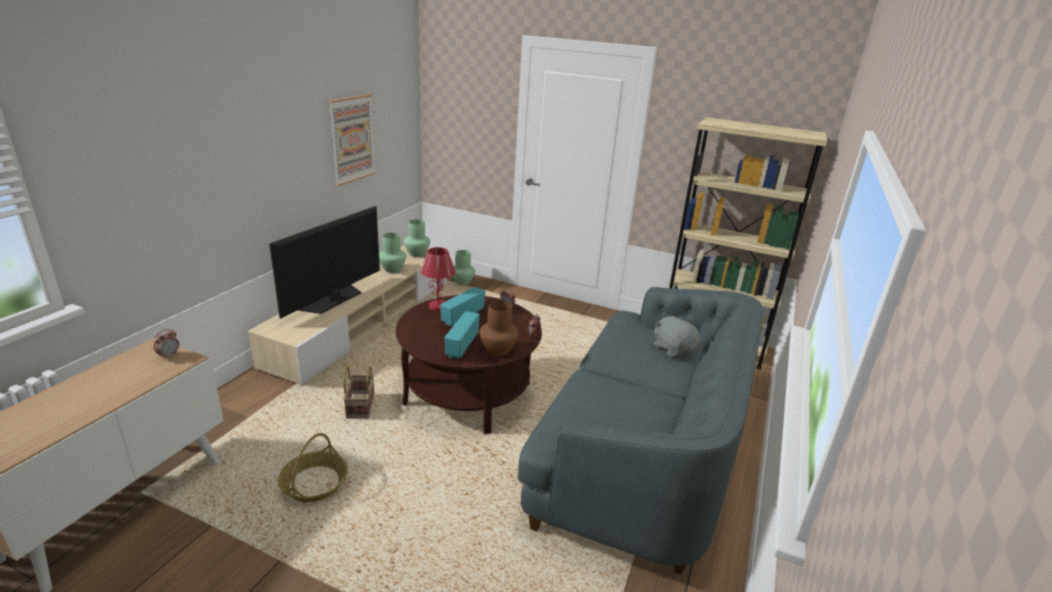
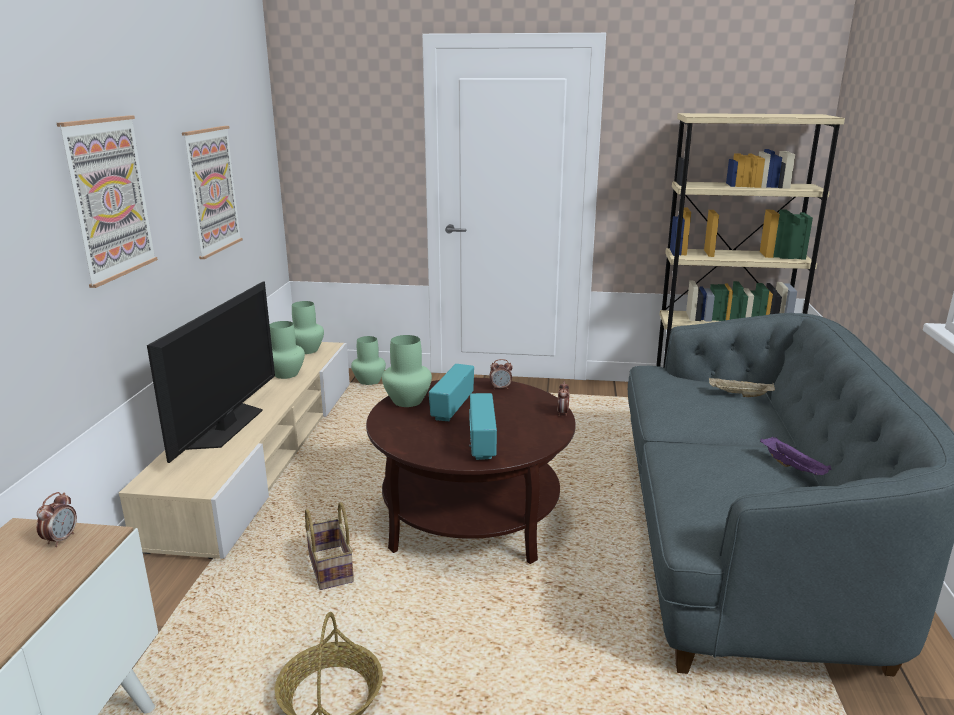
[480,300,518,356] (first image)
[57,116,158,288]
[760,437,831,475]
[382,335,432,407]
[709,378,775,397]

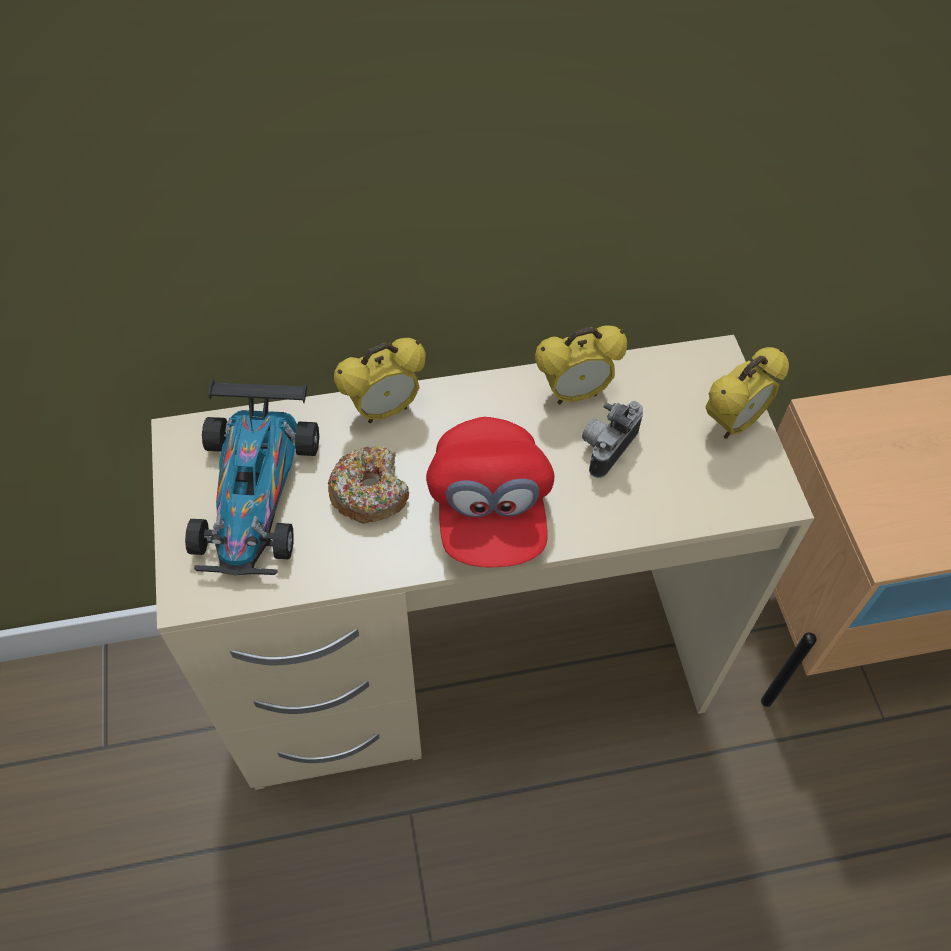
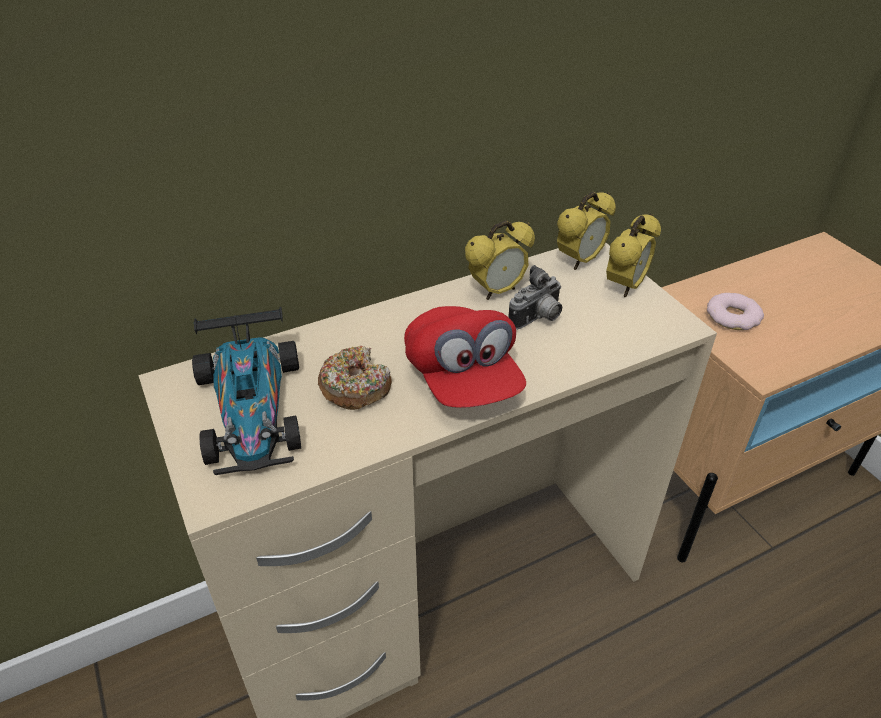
[707,293,764,330]
[557,191,616,270]
[509,265,562,330]

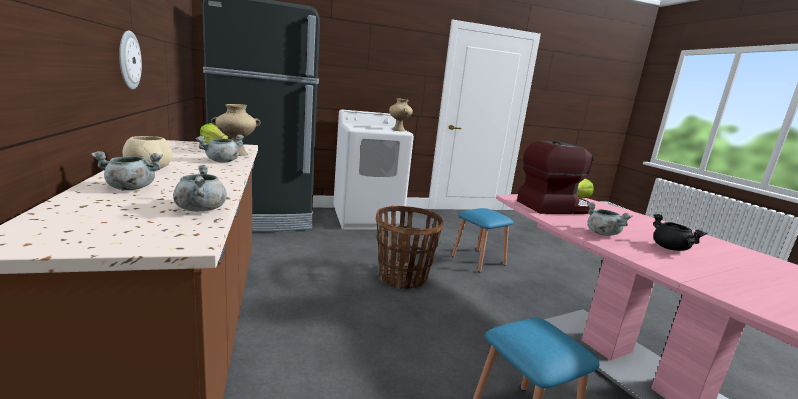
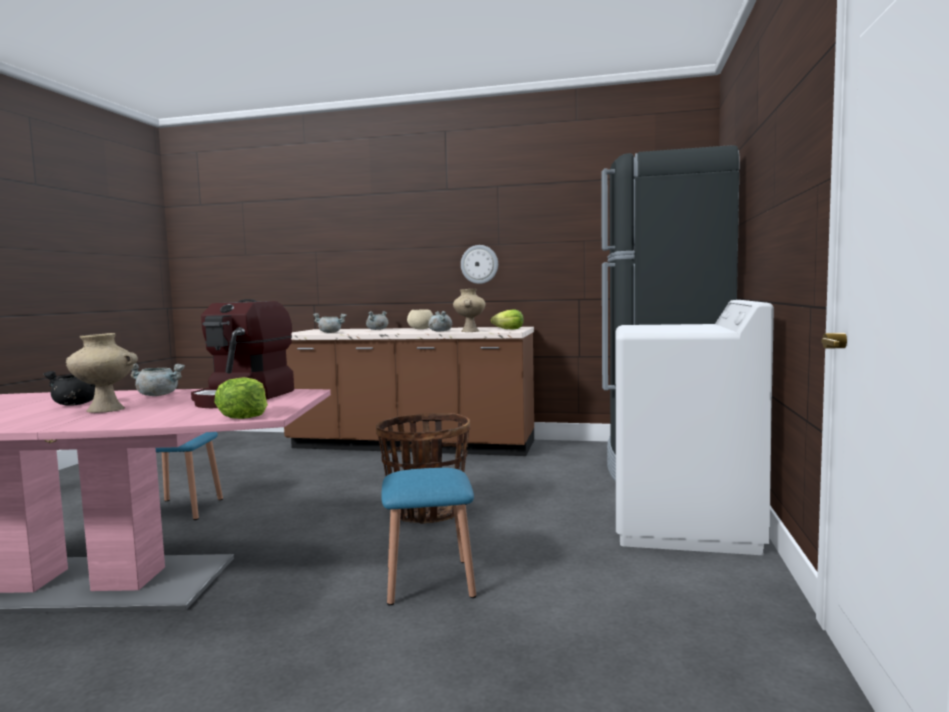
[66,333,138,413]

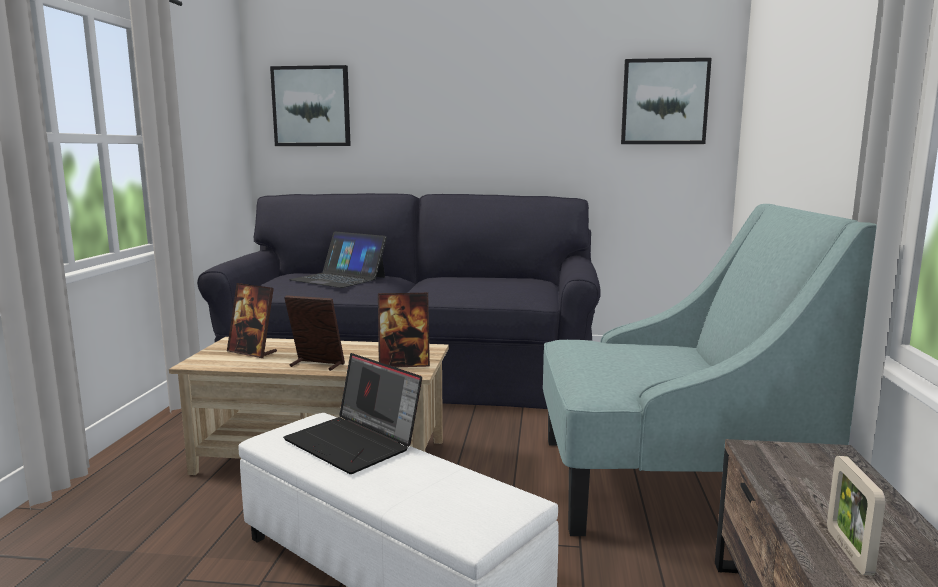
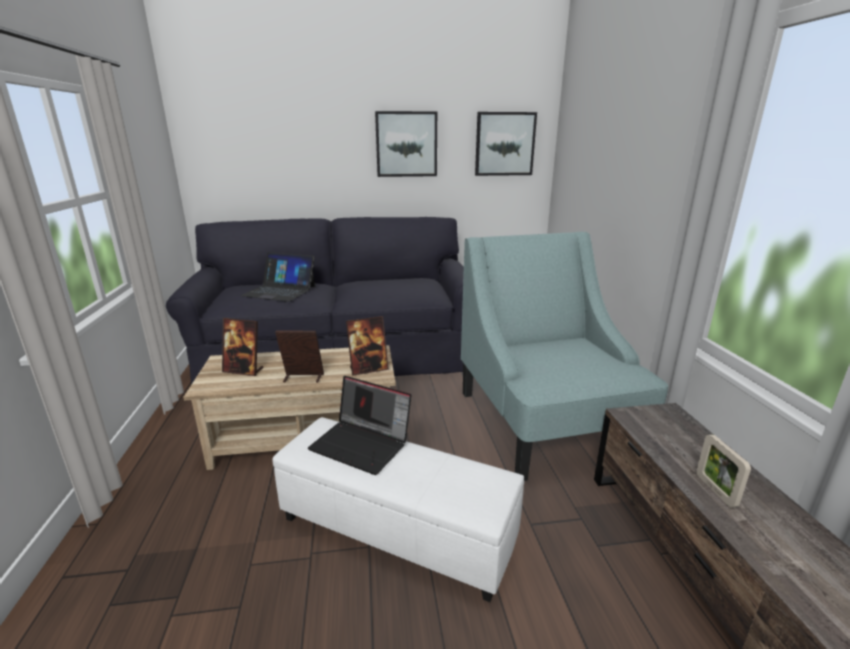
[375,111,437,177]
[461,232,669,481]

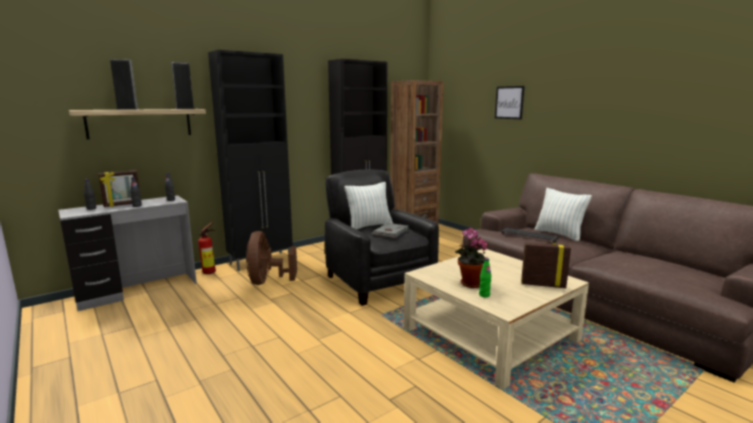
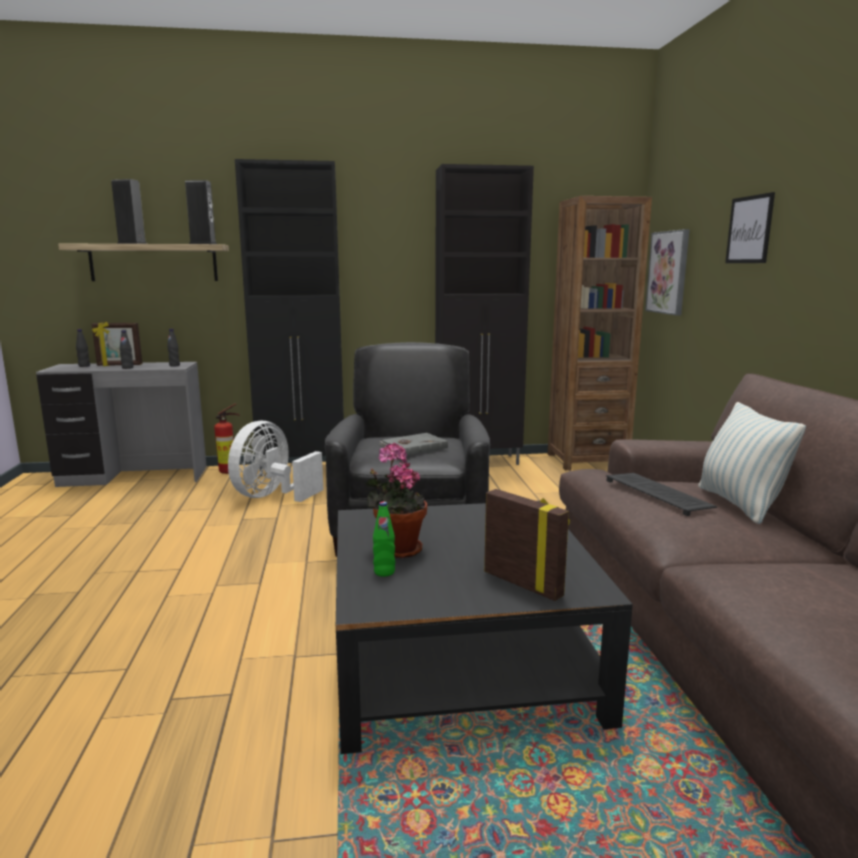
[345,182,393,229] (first image)
[645,229,690,315]
[228,421,323,502]
[336,501,633,754]

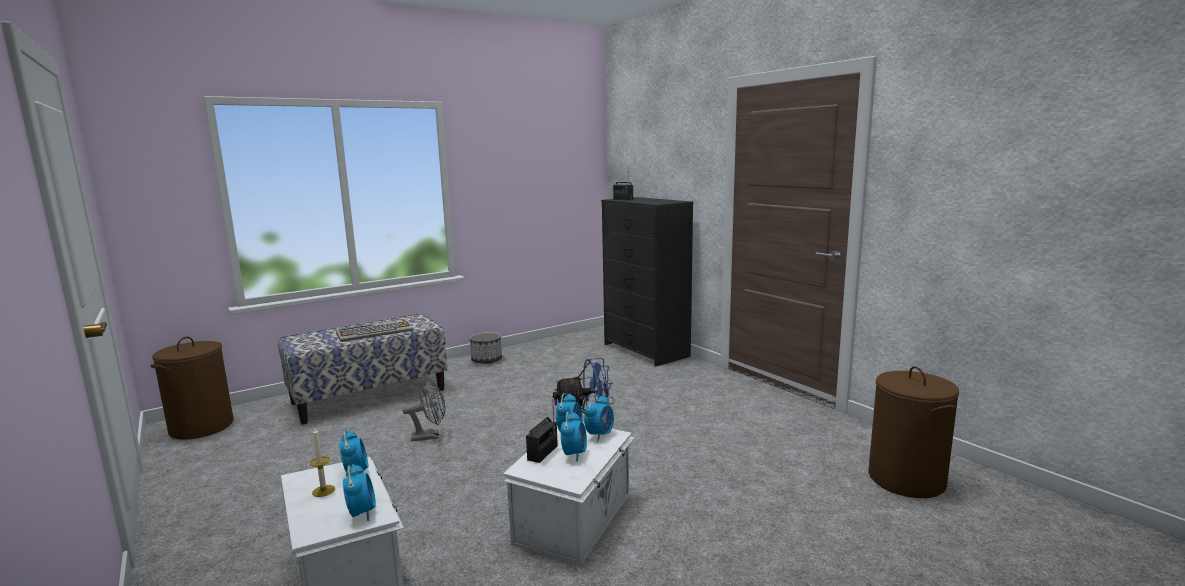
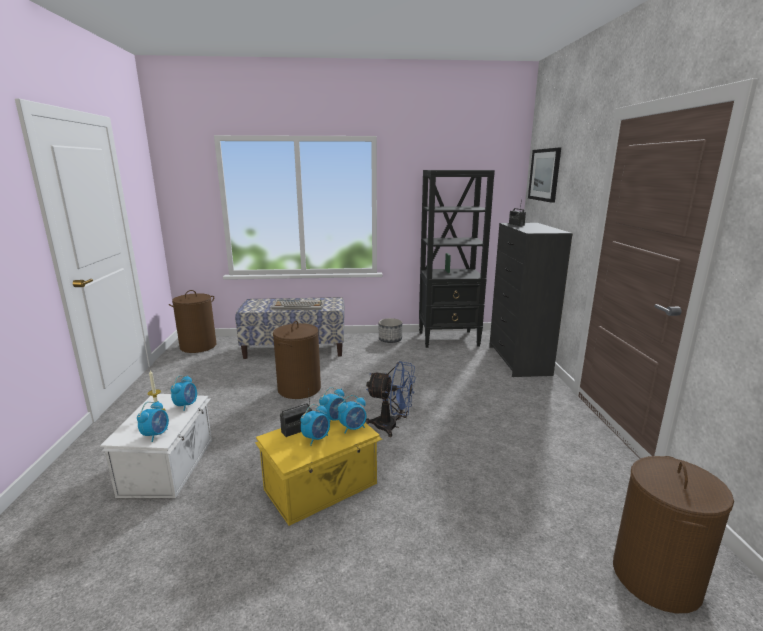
[419,170,495,348]
[528,148,561,203]
[273,321,321,399]
[255,419,382,526]

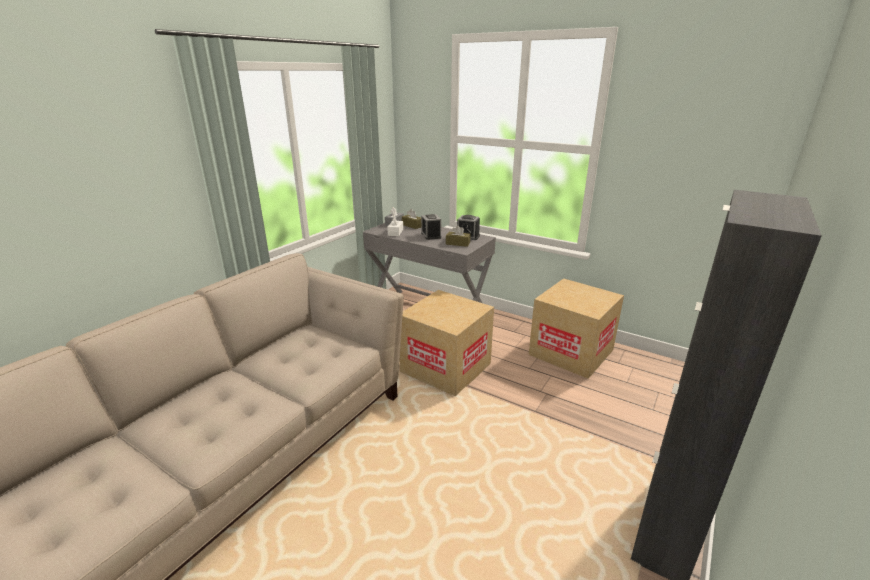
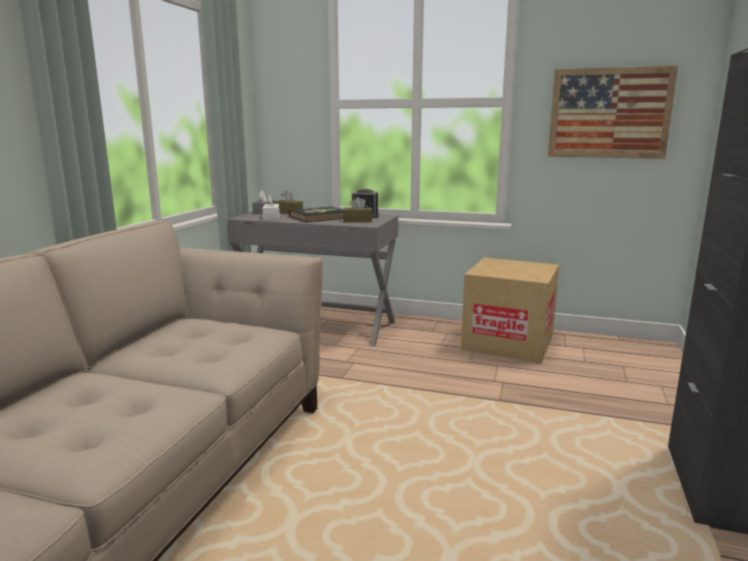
[400,290,494,396] (first image)
[548,65,678,159]
[289,207,343,222]

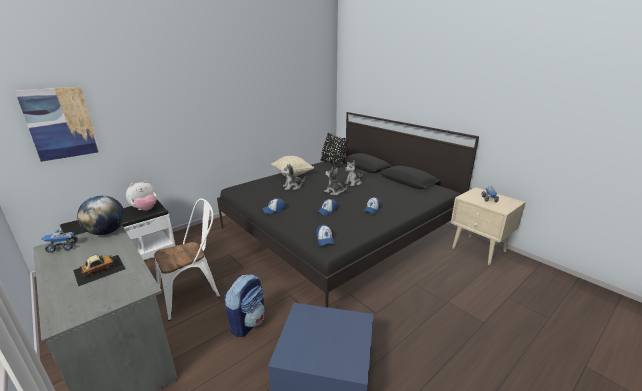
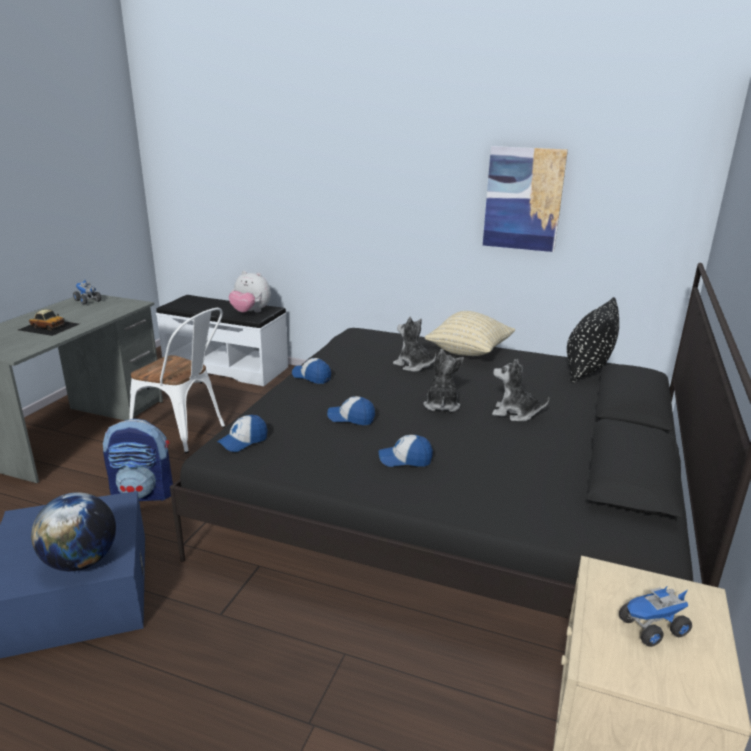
[483,146,568,252]
[31,492,116,571]

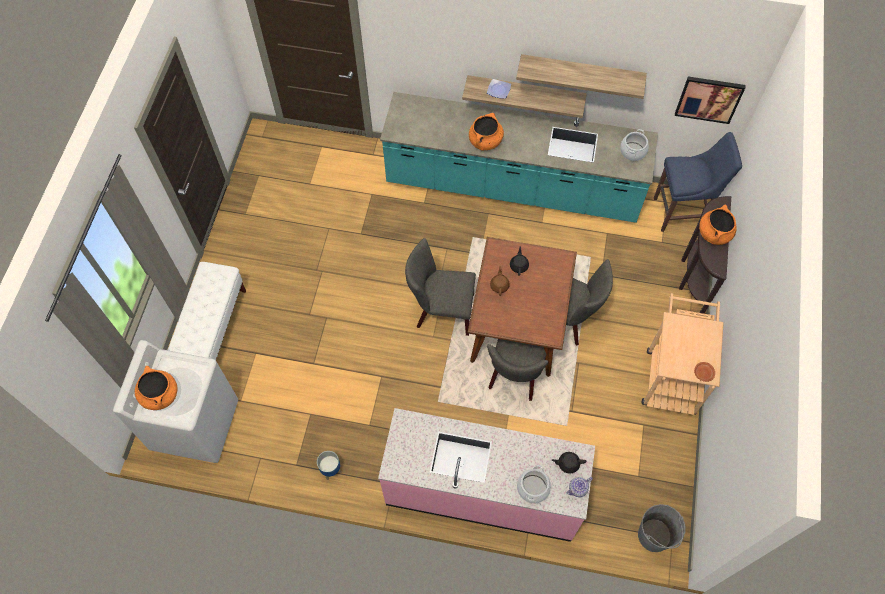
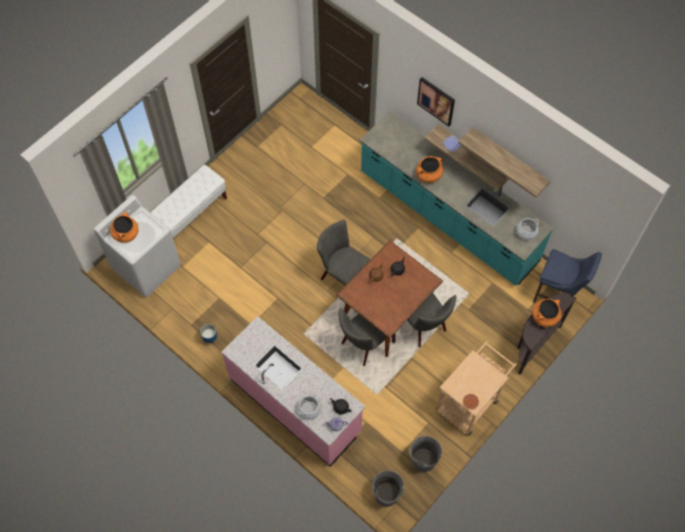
[409,436,442,472]
[417,77,455,126]

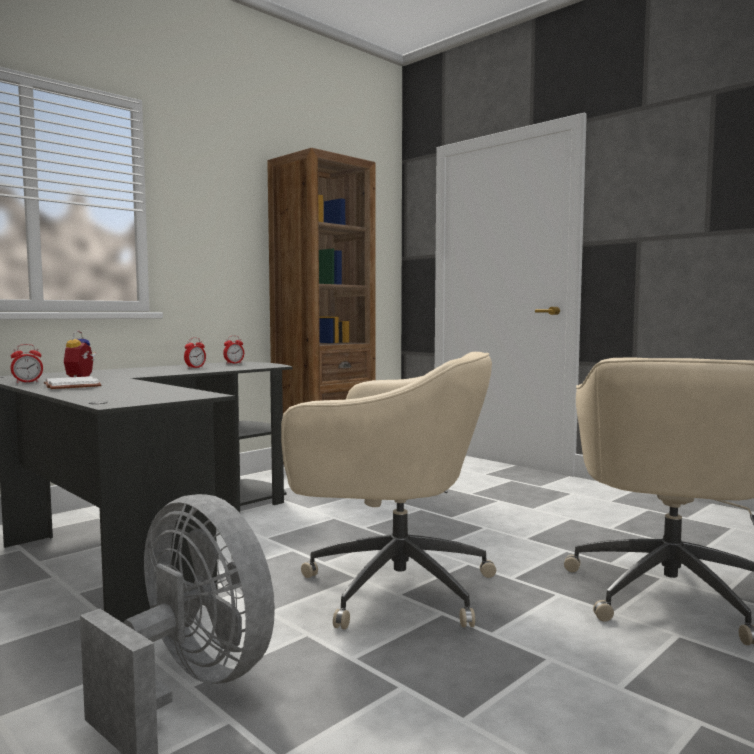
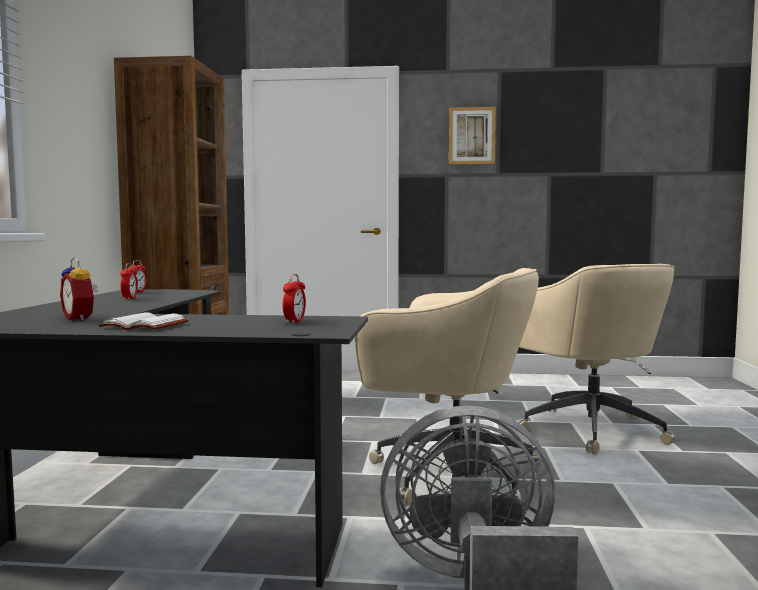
[449,107,496,165]
[283,274,306,324]
[355,268,542,505]

